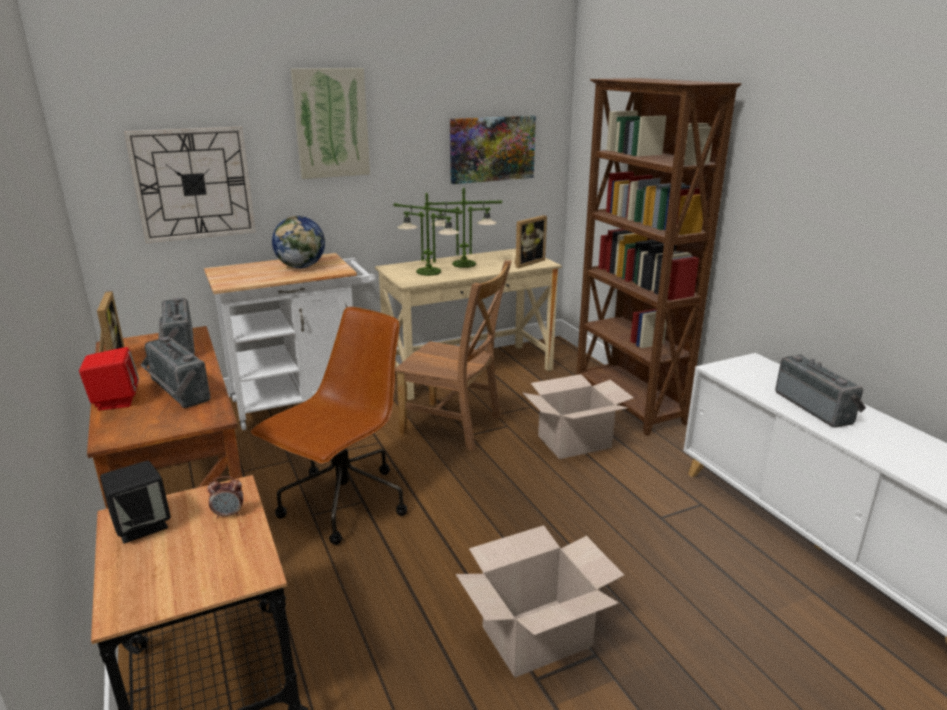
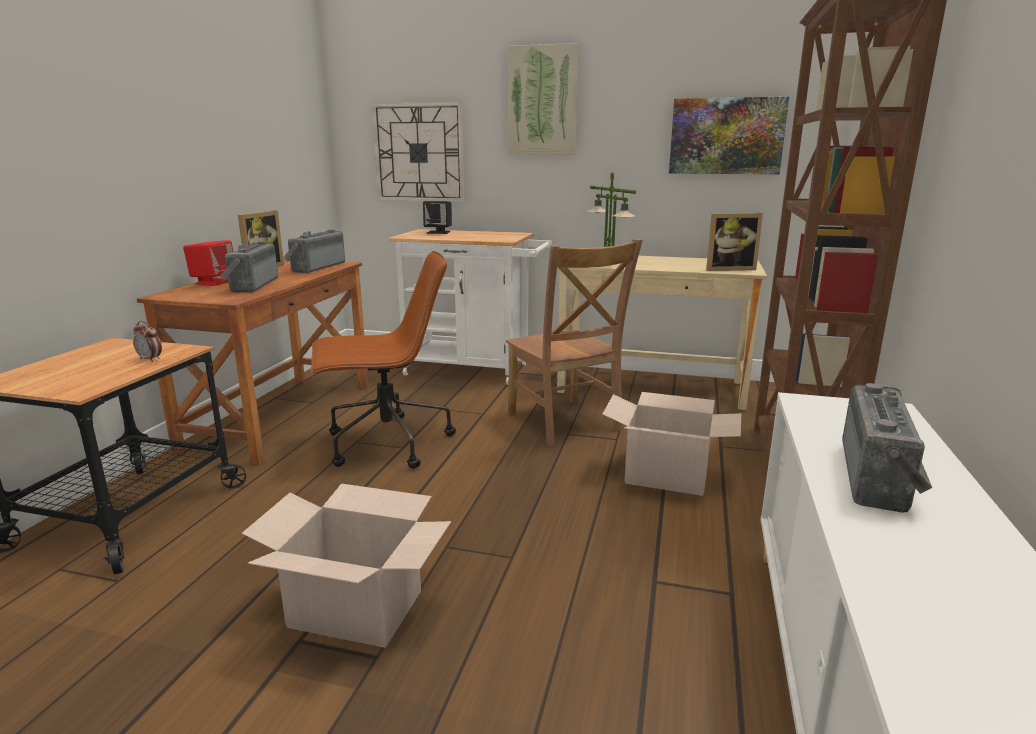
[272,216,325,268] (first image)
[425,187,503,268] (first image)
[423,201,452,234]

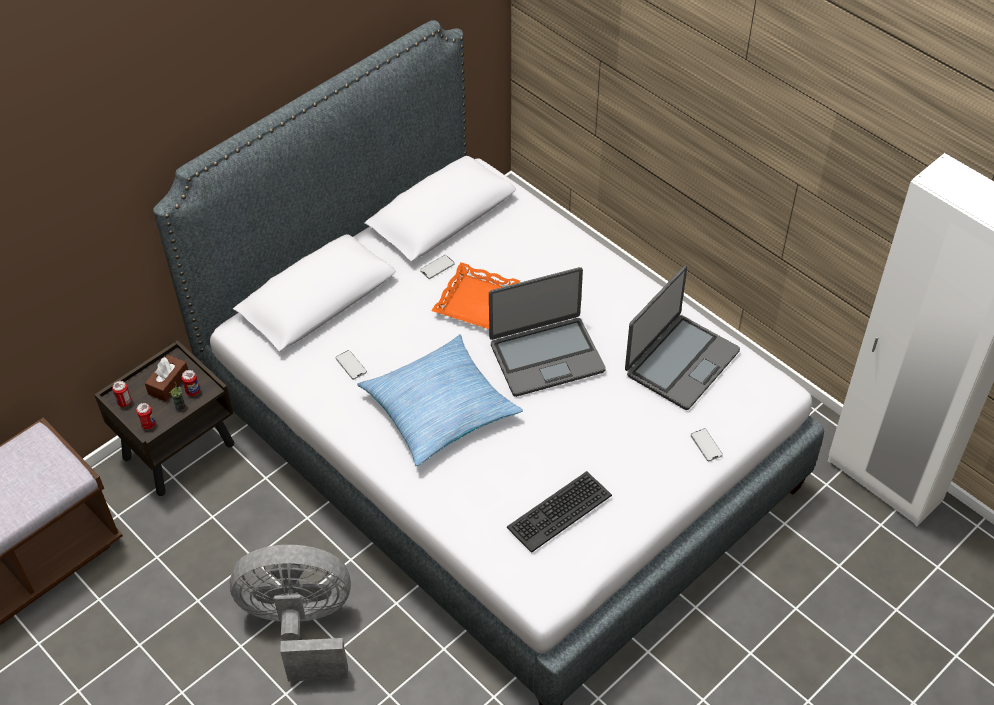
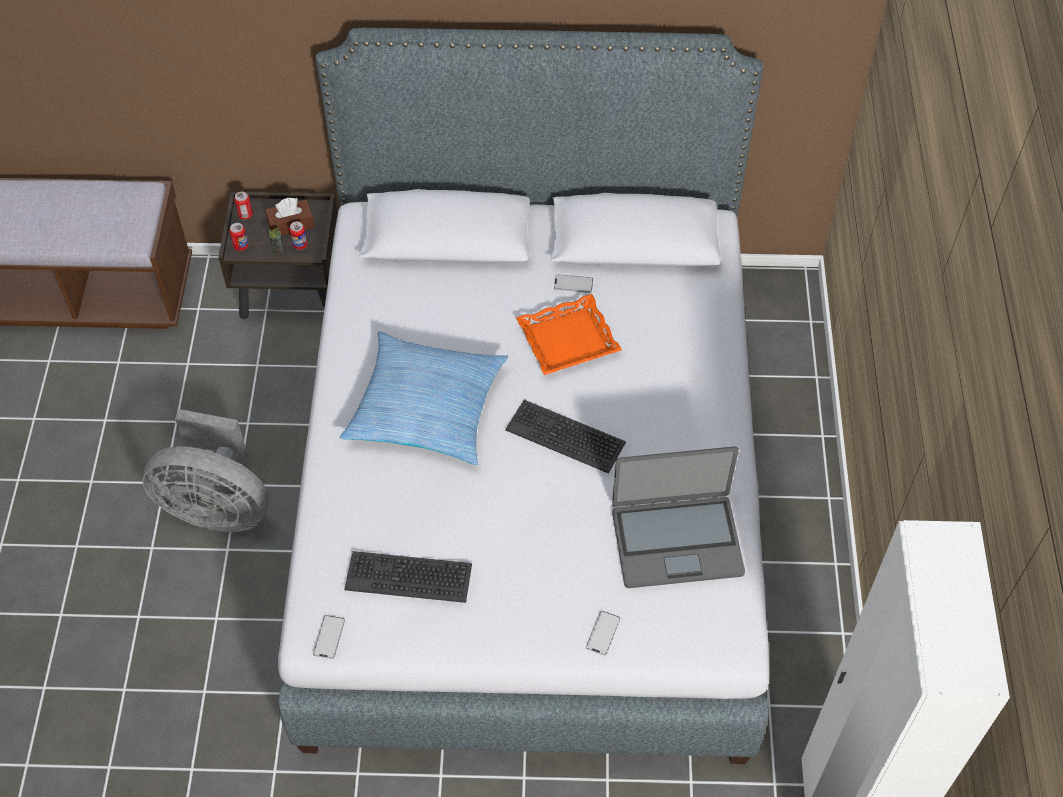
[313,615,345,659]
[505,400,626,473]
[143,409,269,532]

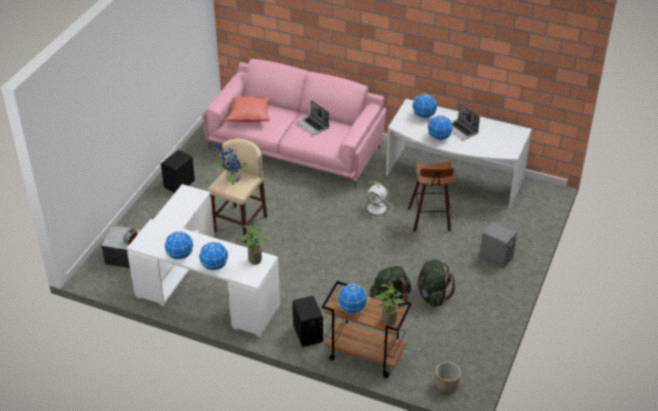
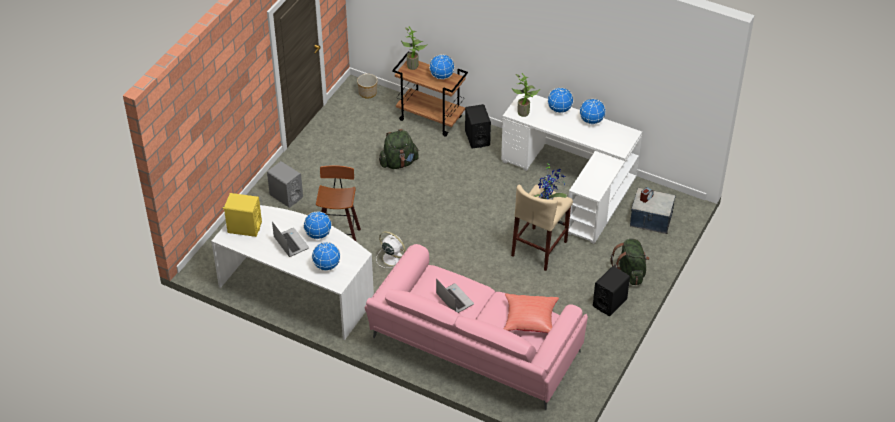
[223,193,262,237]
[610,239,649,285]

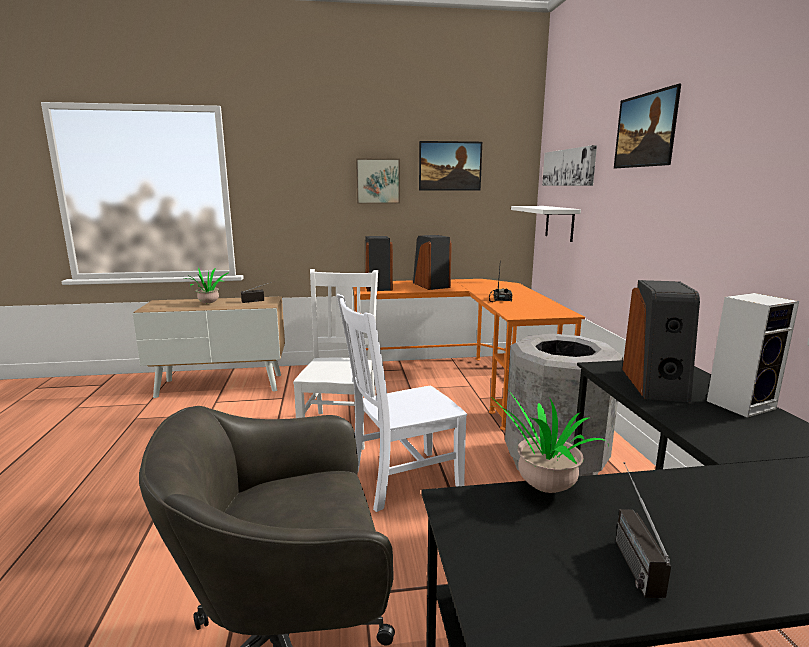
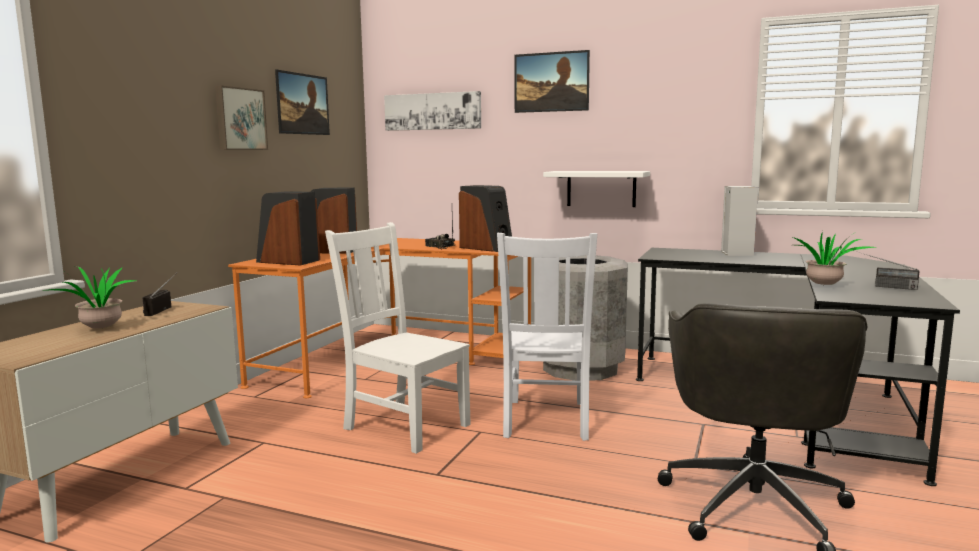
[543,171,650,207]
[459,185,512,252]

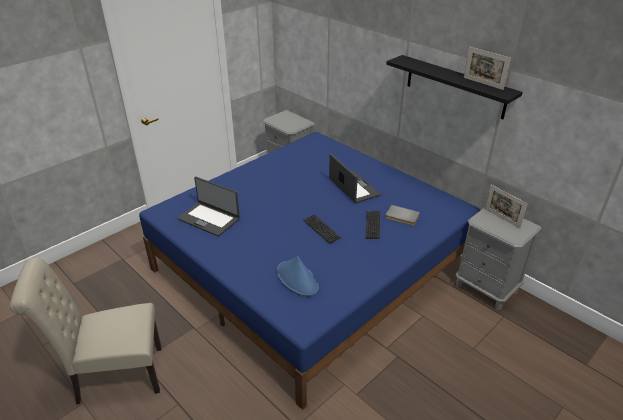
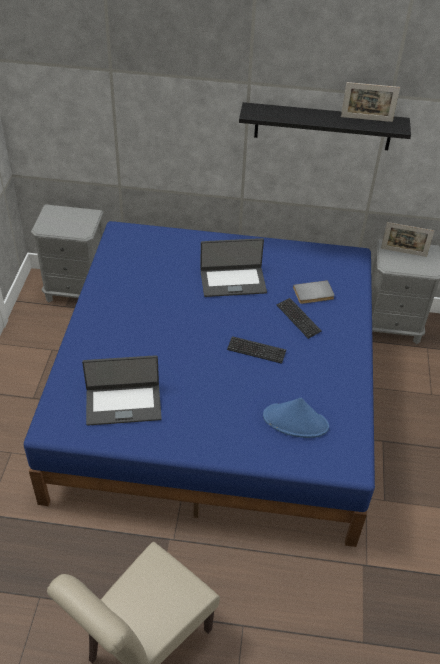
[200,238,267,297]

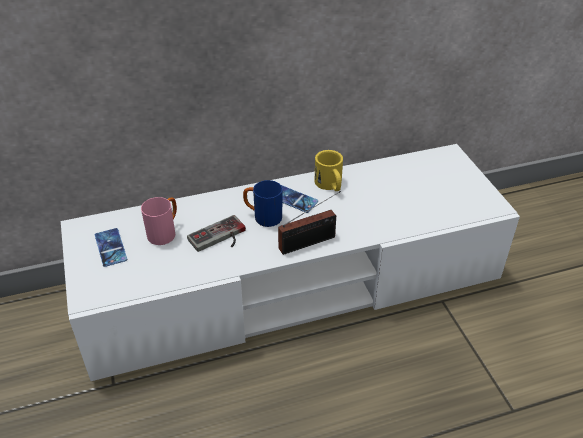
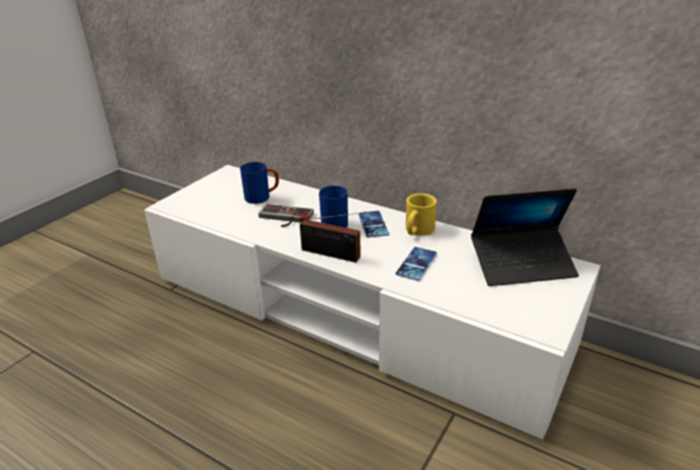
[471,188,579,286]
[396,247,437,281]
[240,162,279,204]

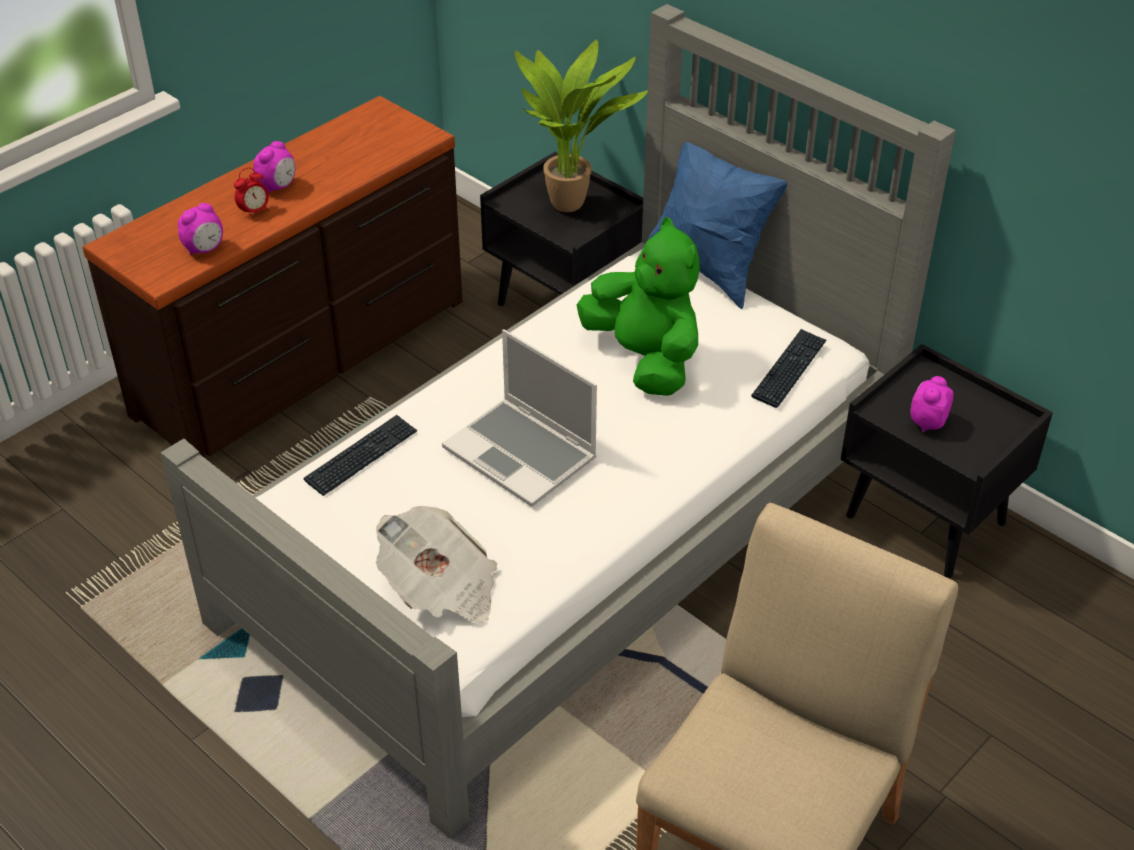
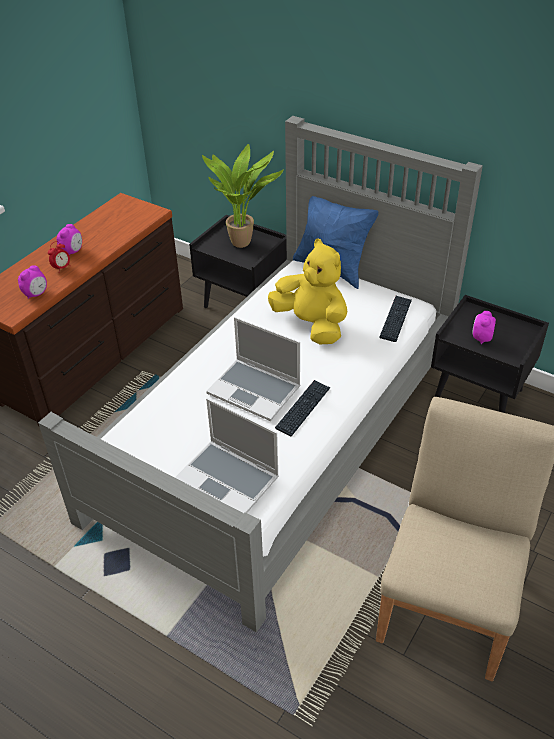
[275,380,330,436]
[175,398,279,513]
[268,238,347,344]

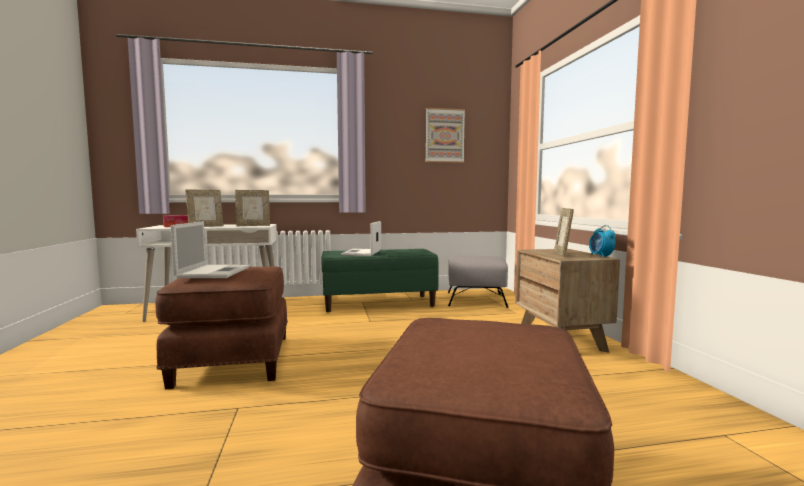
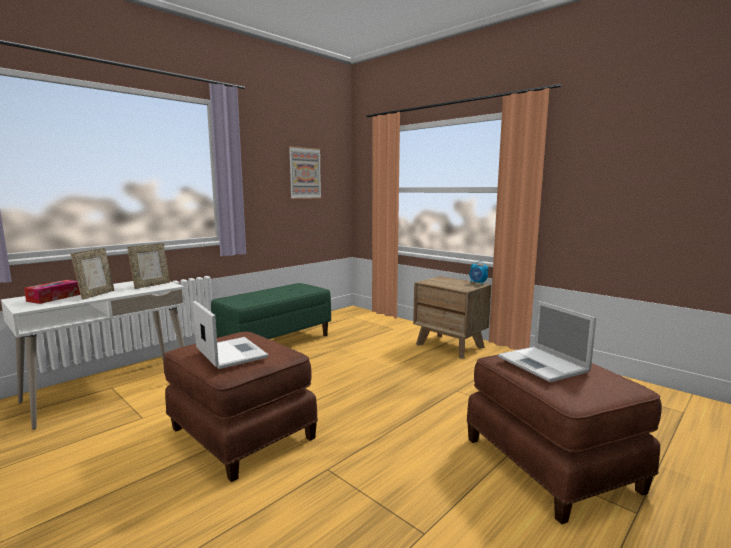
[448,256,509,308] (first image)
[554,208,574,257] (first image)
[498,301,596,382]

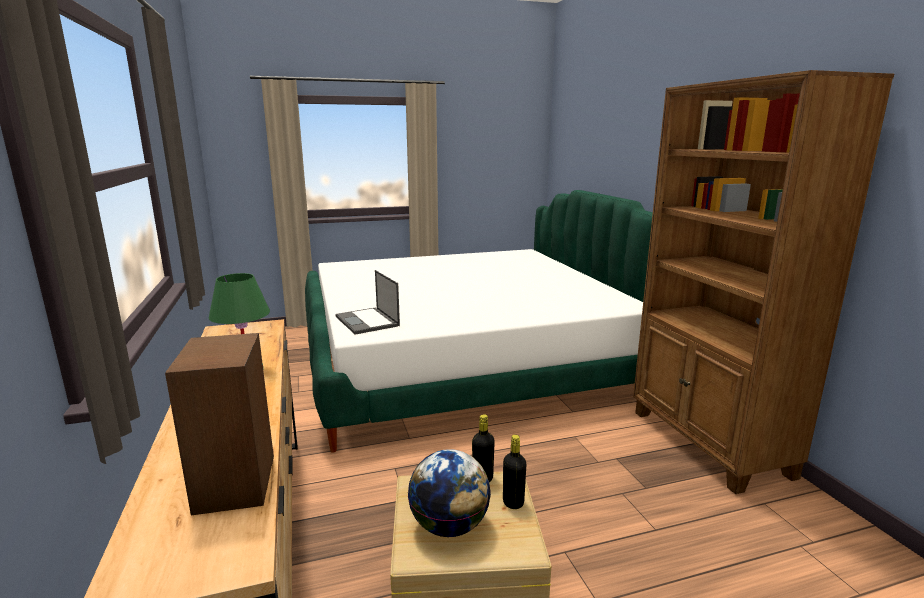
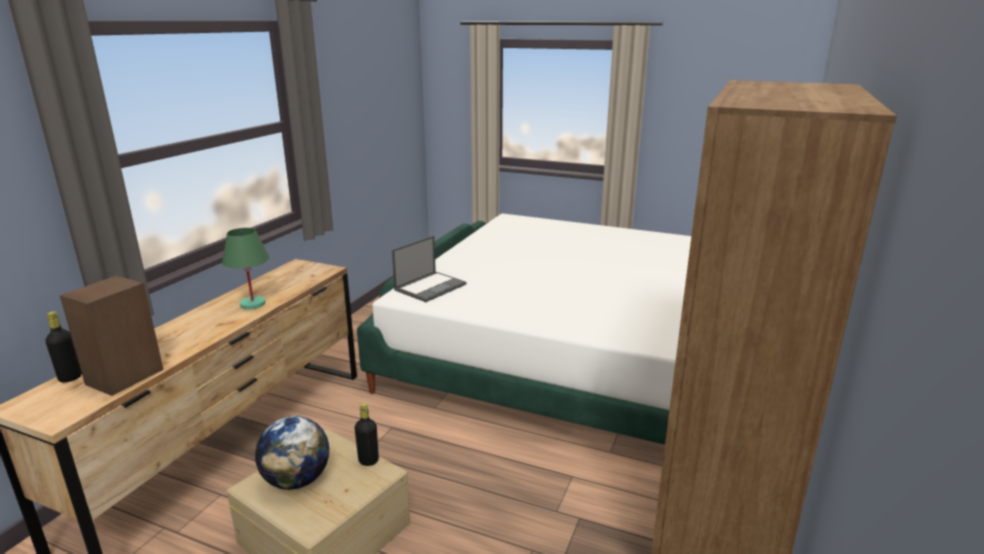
[45,311,82,383]
[392,236,466,302]

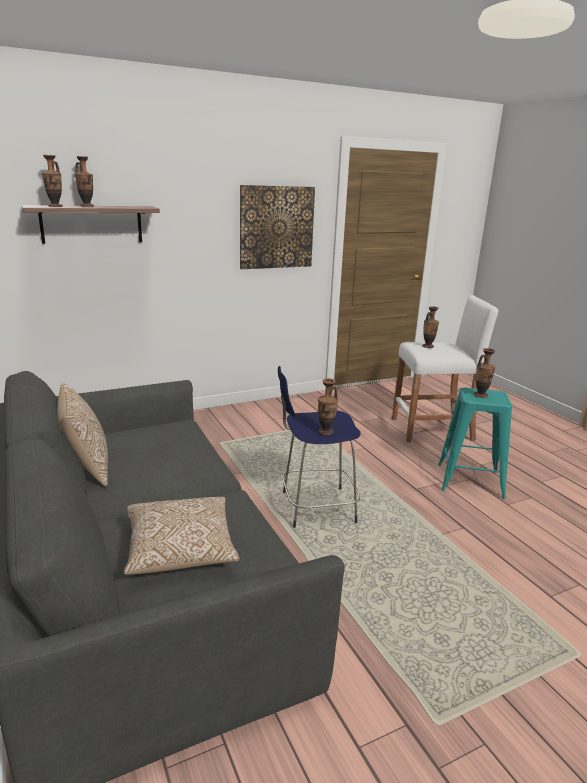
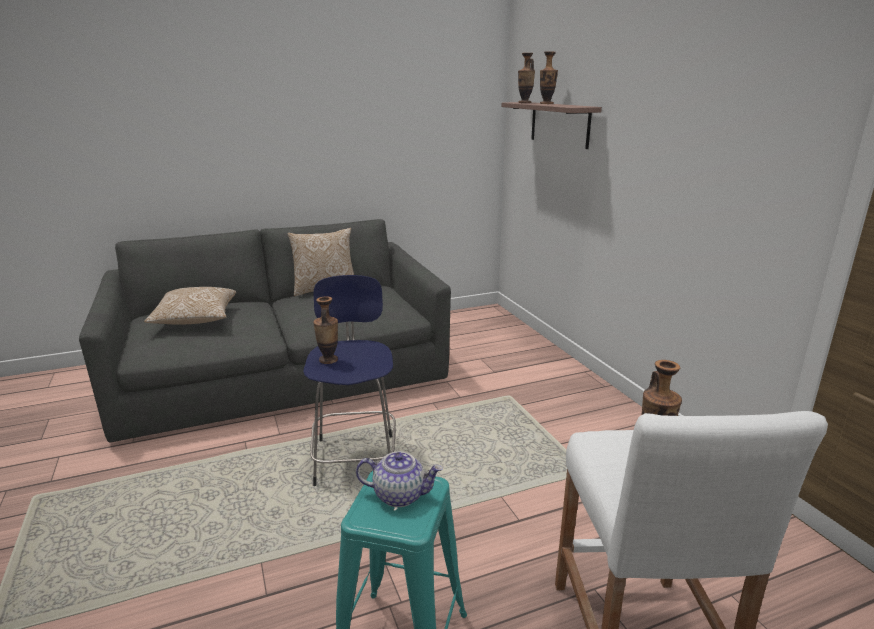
[240,185,315,269] (first image)
[356,451,443,507]

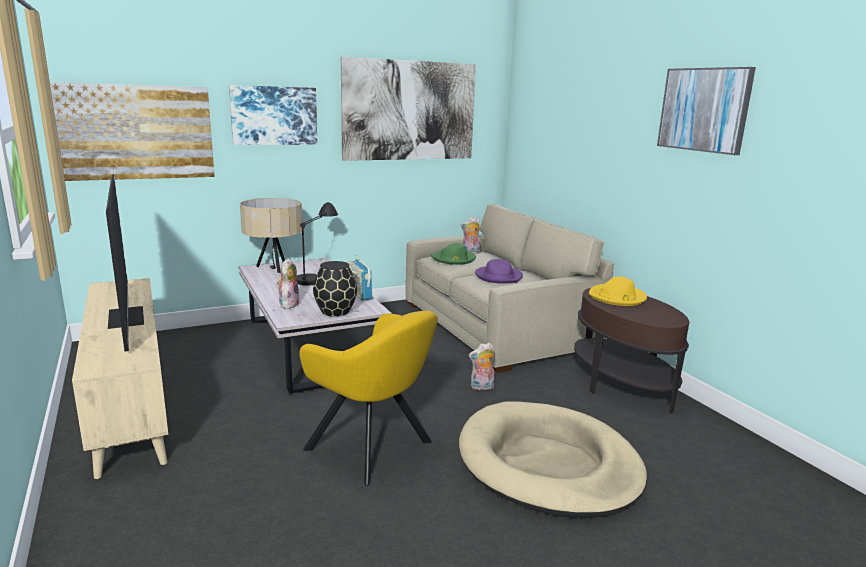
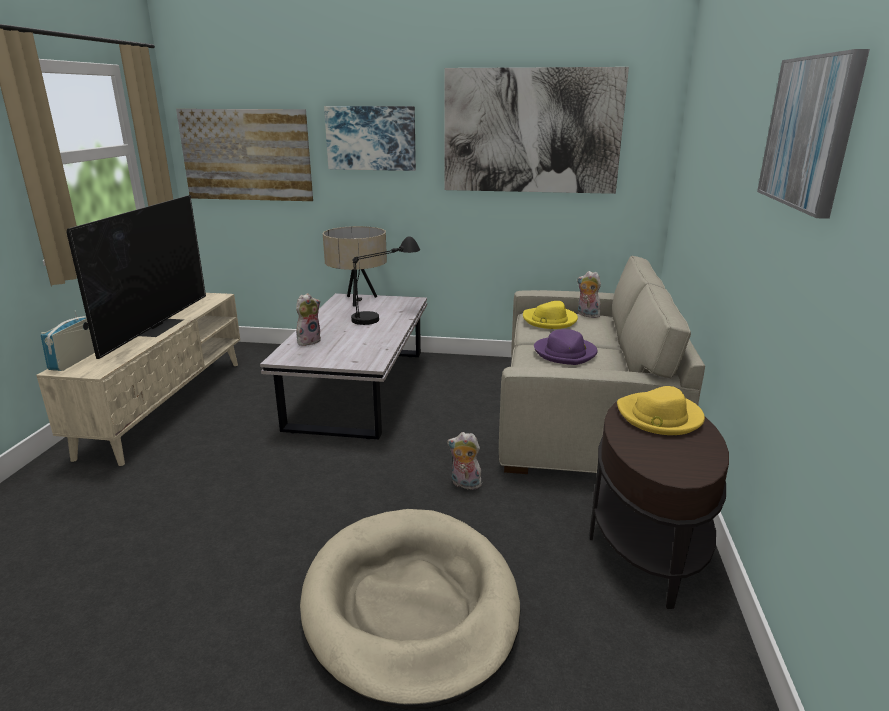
[299,311,438,486] (first image)
[313,261,357,317] (first image)
[41,310,95,371]
[523,301,578,329]

